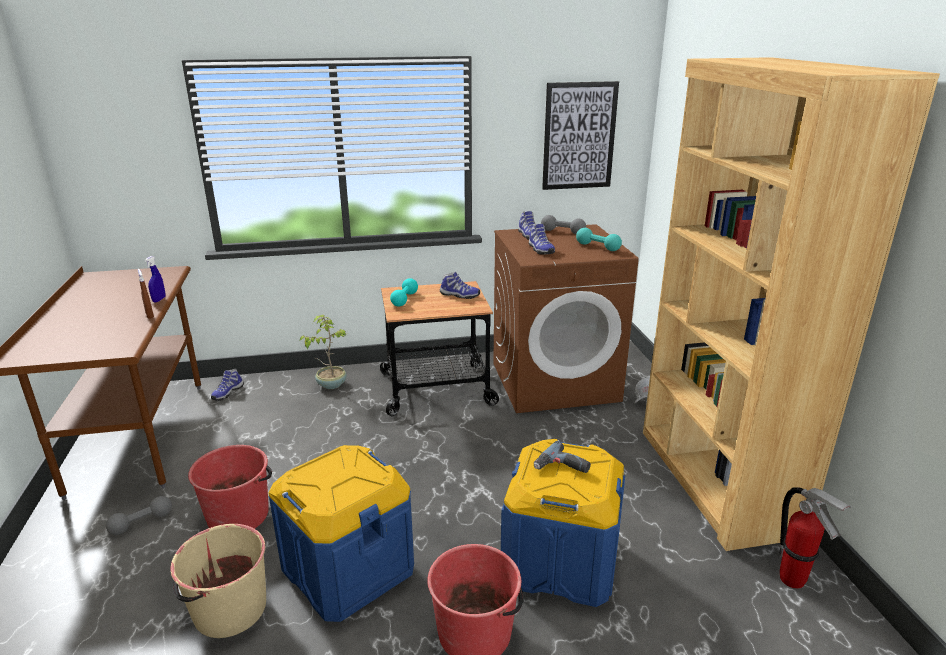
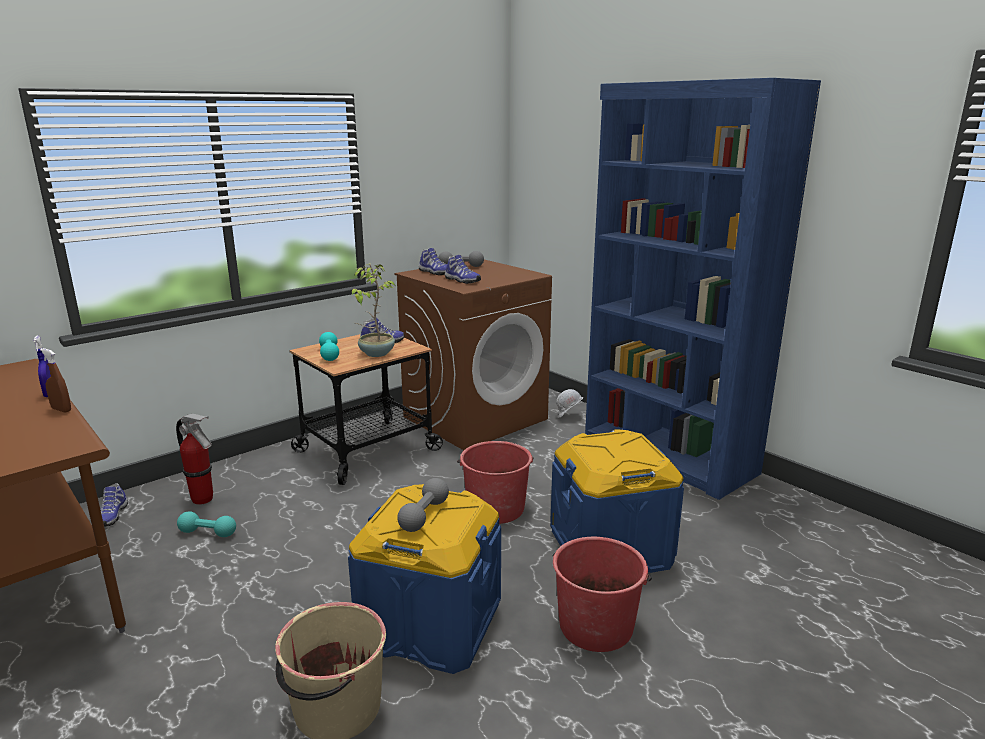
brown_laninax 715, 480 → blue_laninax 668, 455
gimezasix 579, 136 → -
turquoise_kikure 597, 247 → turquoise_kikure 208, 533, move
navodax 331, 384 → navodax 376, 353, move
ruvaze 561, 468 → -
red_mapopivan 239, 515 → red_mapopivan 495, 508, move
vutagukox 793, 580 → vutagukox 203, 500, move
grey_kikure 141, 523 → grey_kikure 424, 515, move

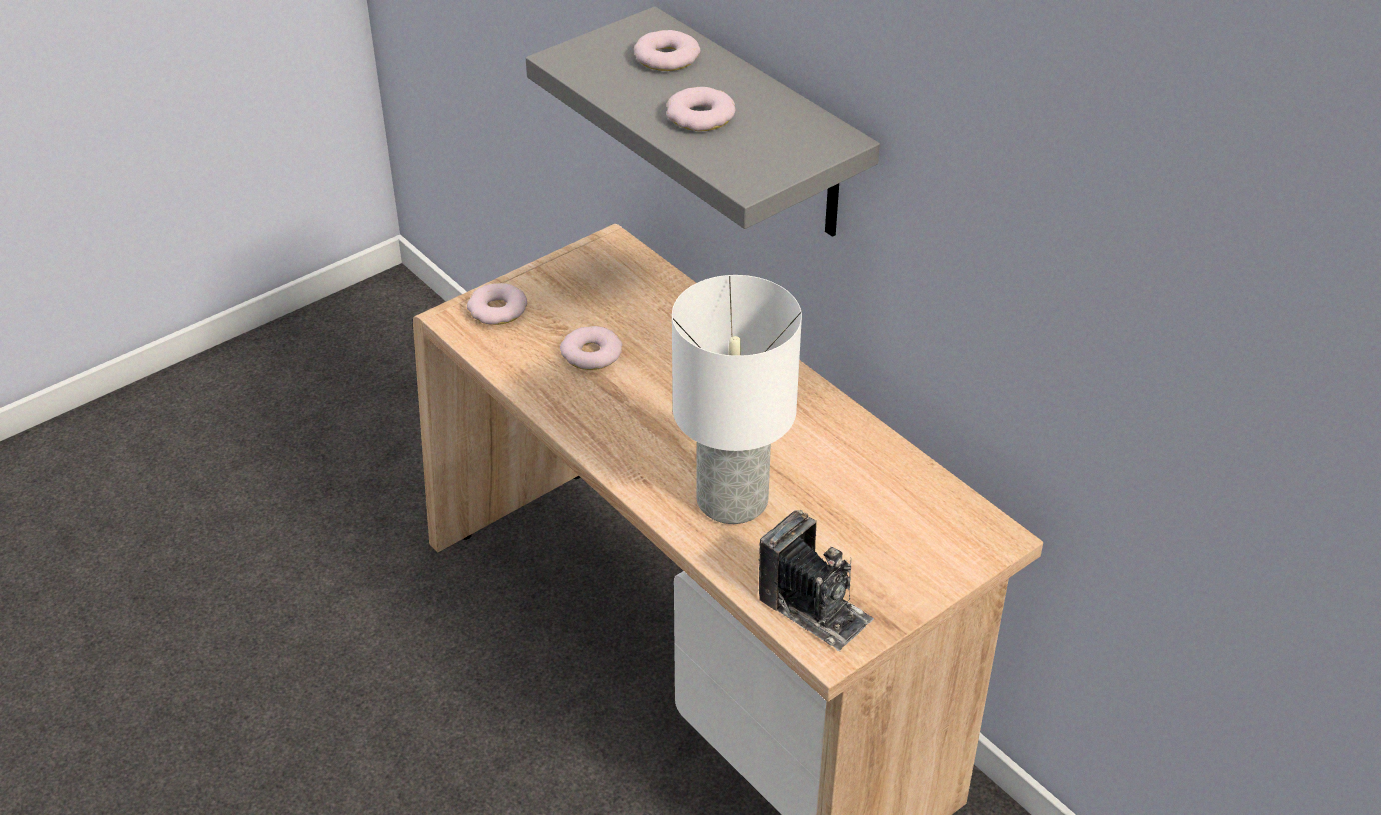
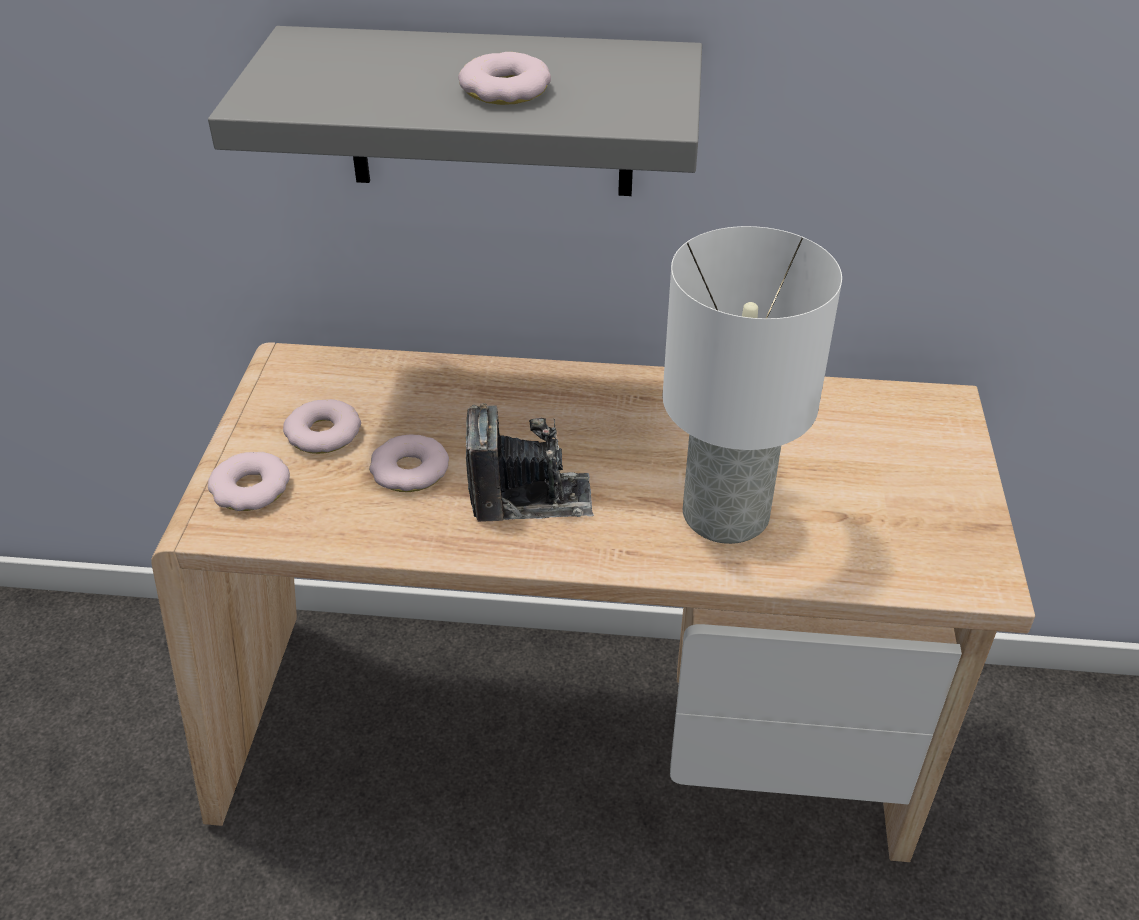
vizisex 666, 58 → vizisex 323, 433, move
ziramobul 814, 608 → ziramobul 531, 497, move

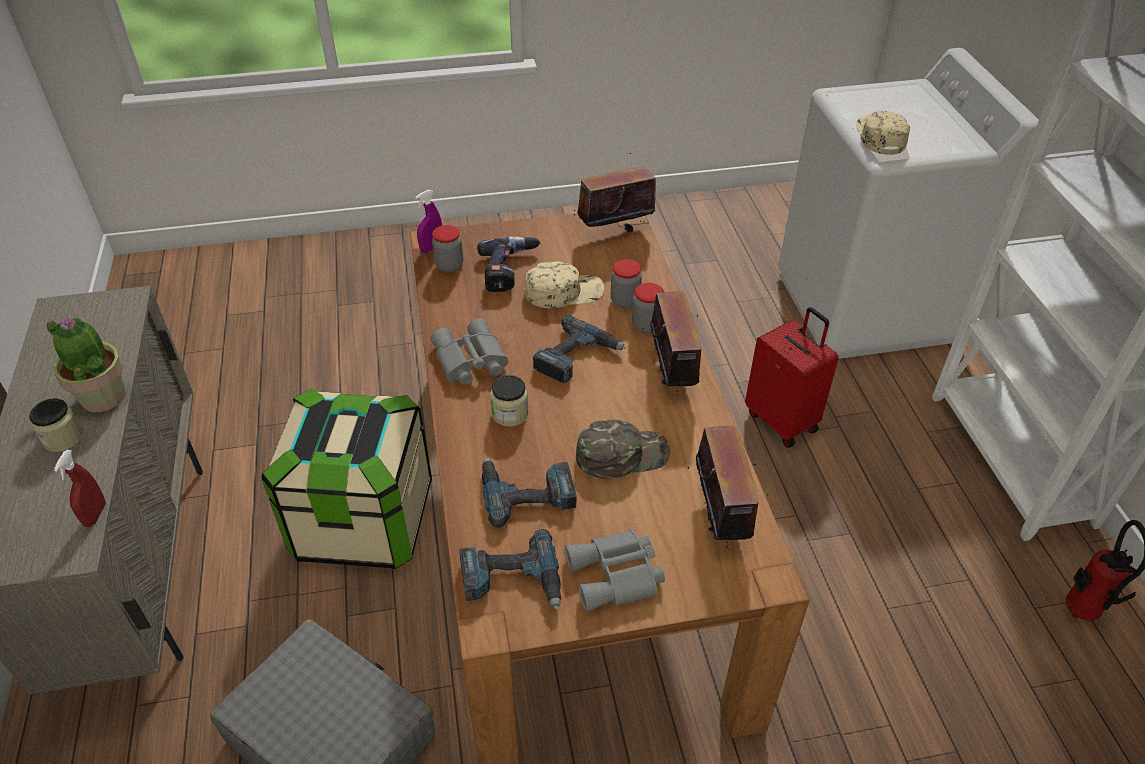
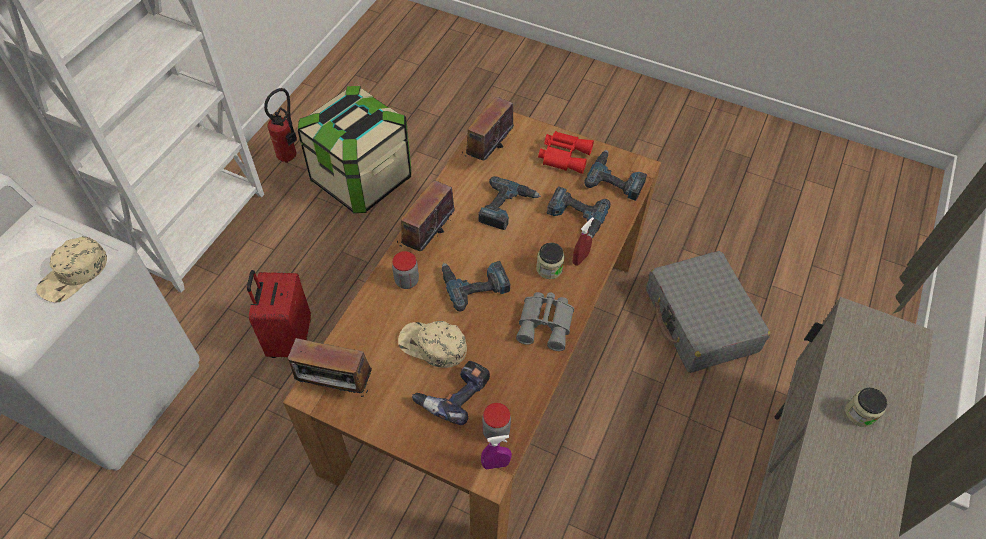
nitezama 625, 301 → -
navodax 103, 396 → -
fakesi 363, 520 → fakesi 362, 179, move
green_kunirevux 622, 454 → ruvaze 506, 208
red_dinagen 95, 515 → red_dinagen 580, 258, move
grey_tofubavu 617, 576 → red_tofubavu 564, 155

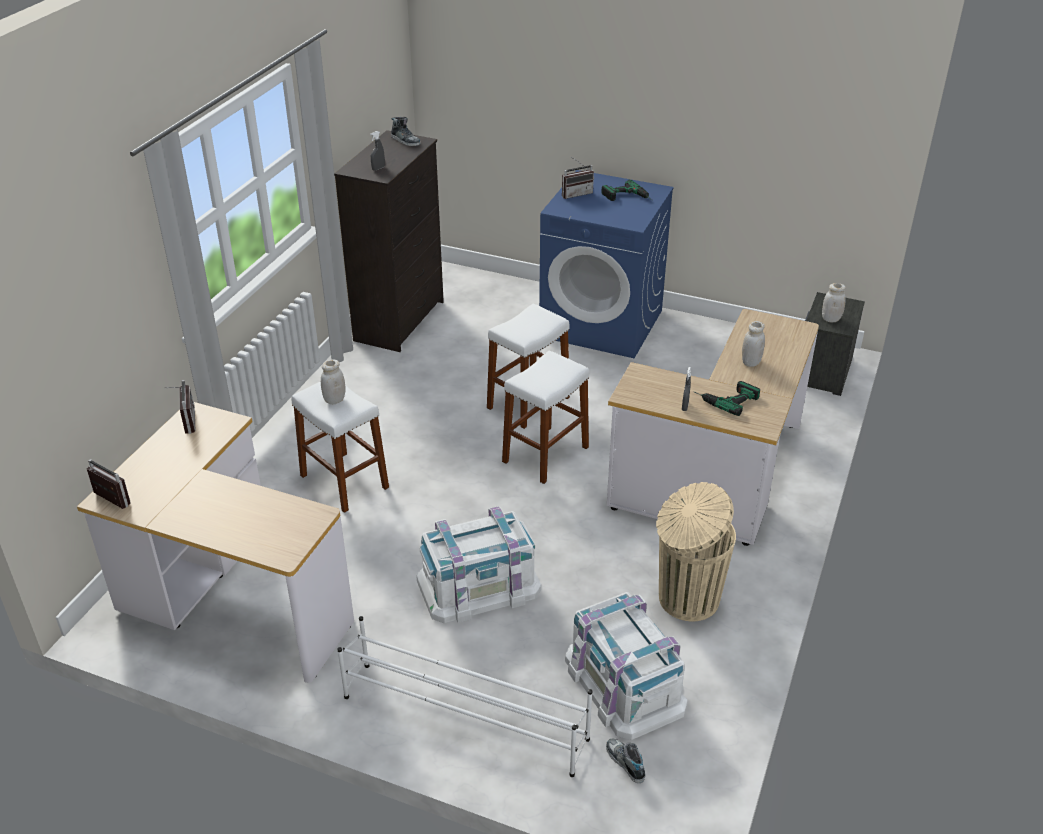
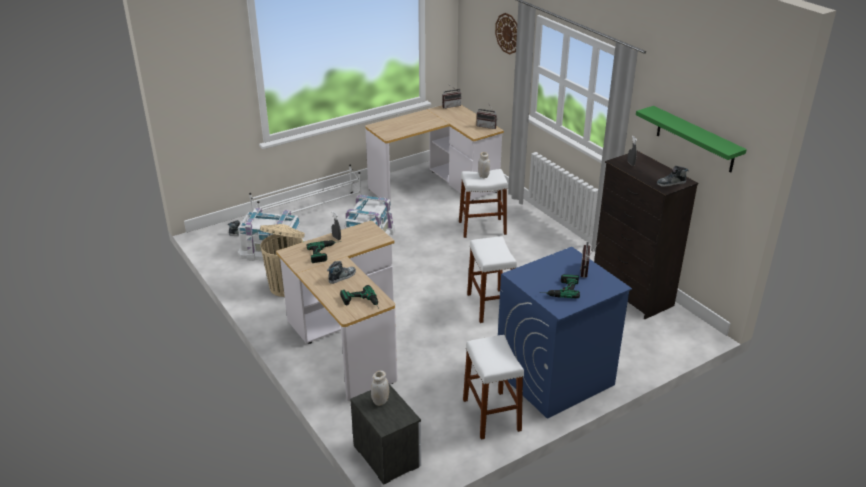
white_nitezama 750, 362 → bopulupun 342, 277
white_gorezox 545, 454 → white_gorezox 491, 415, move
- → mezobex 508, 33
- → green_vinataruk 695, 139
- → ruvaze 361, 303

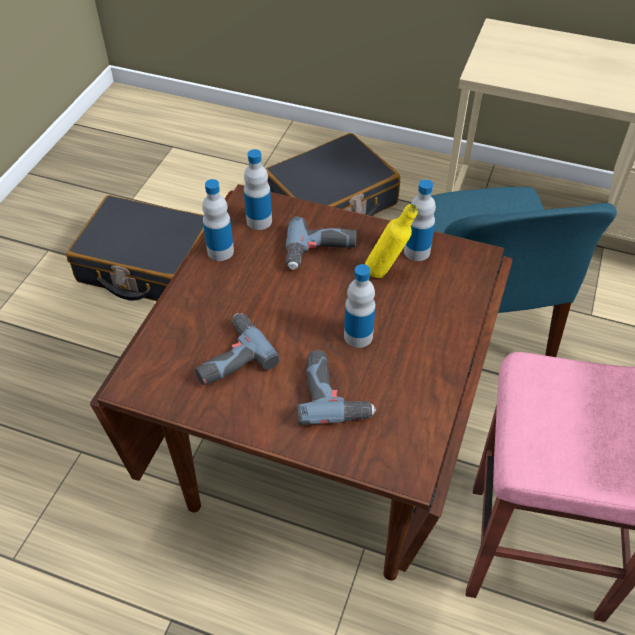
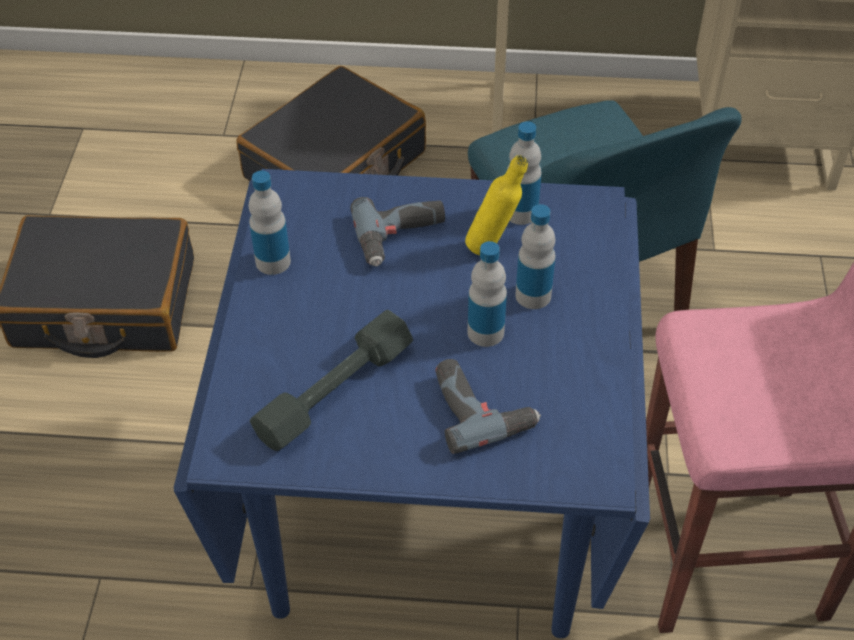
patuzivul 259, 221 → patuzivul 533, 295, move
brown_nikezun 318, 468 → blue_nikezun 428, 522
ruvaze 229, 356 → grey_kikure 335, 391

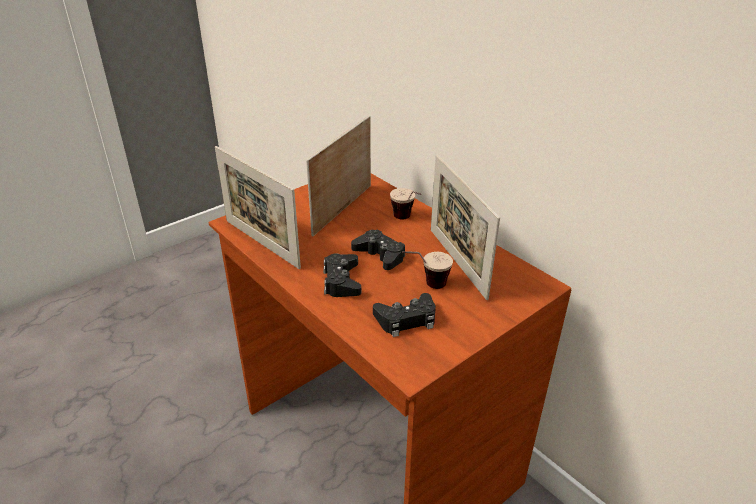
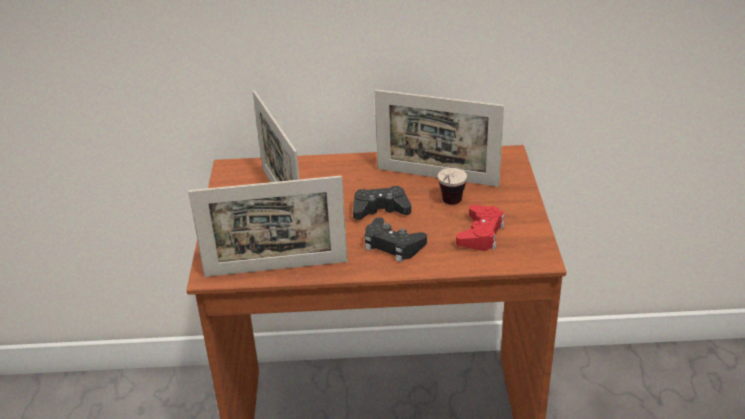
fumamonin 407, 220 → -
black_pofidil 406, 320 → red_pofidil 480, 234

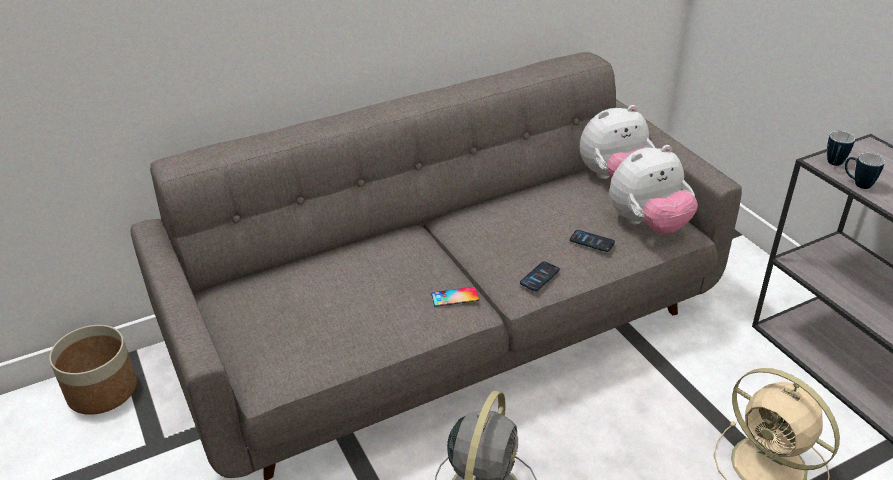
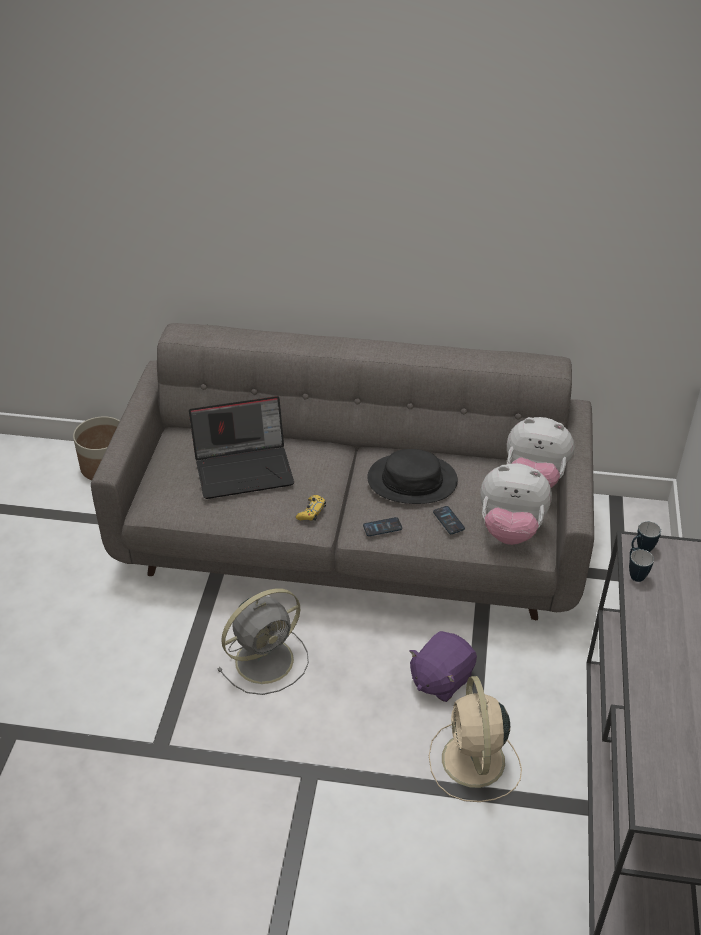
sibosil 455, 297 → yellow_pofidil 311, 512
- → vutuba 245, 468
- → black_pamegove 412, 480
- → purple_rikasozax 440, 679

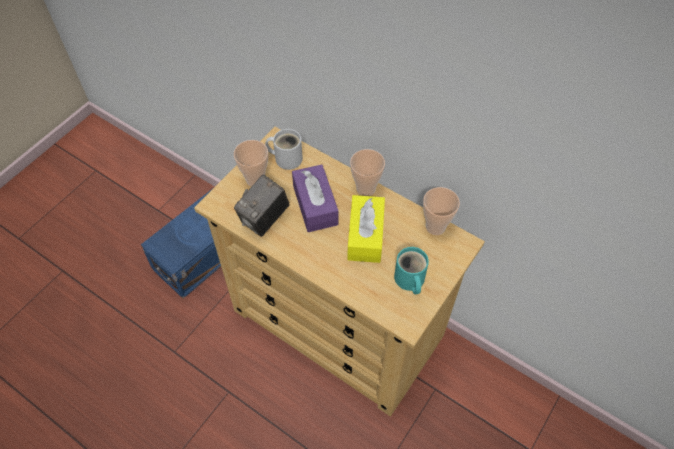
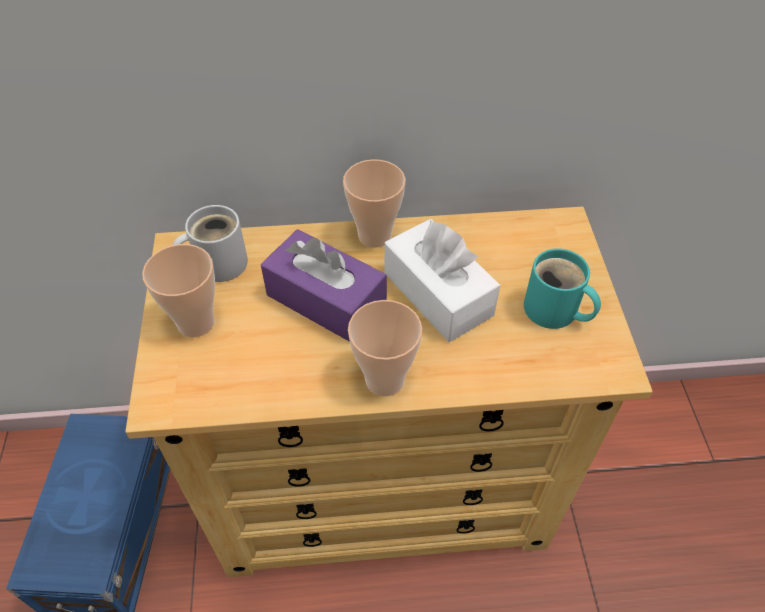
ziramobul 264, 219 → -
fumamonin 435, 227 → fumamonin 384, 380, move
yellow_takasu 365, 235 → white_takasu 438, 294

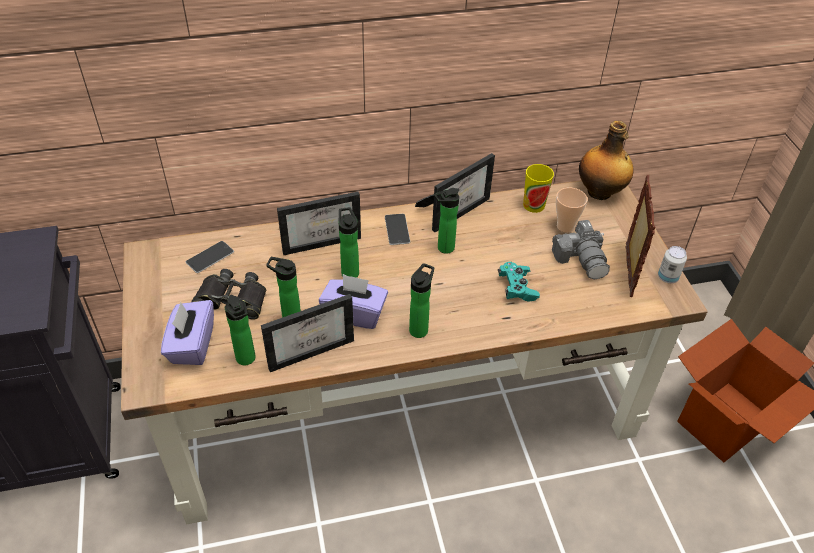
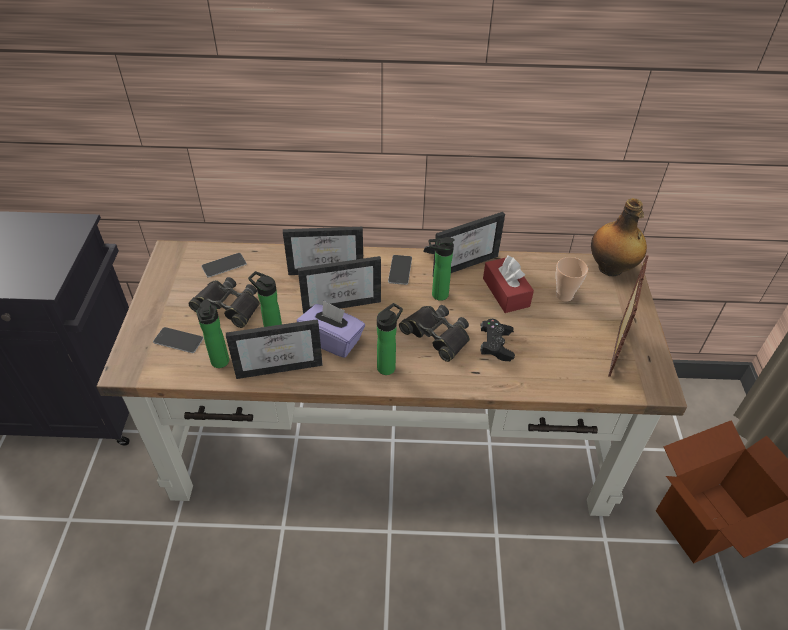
fumamonin 534, 205 → -
patuzivul 349, 271 → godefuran 342, 300
ziramobul 582, 259 → -
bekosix 667, 277 → -
turquoise_pofidil 517, 288 → black_pofidil 496, 345
purple_takasu 192, 345 → sibosil 178, 340
- → red_takasu 506, 292
- → black_tofubavu 436, 335

